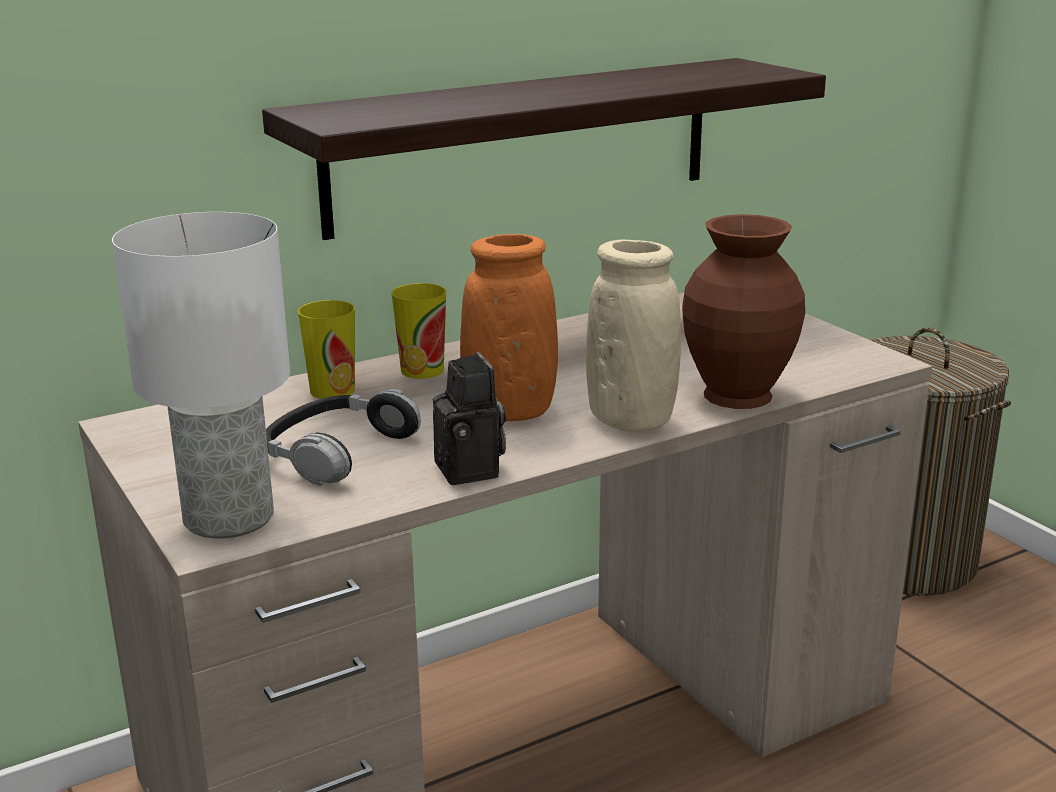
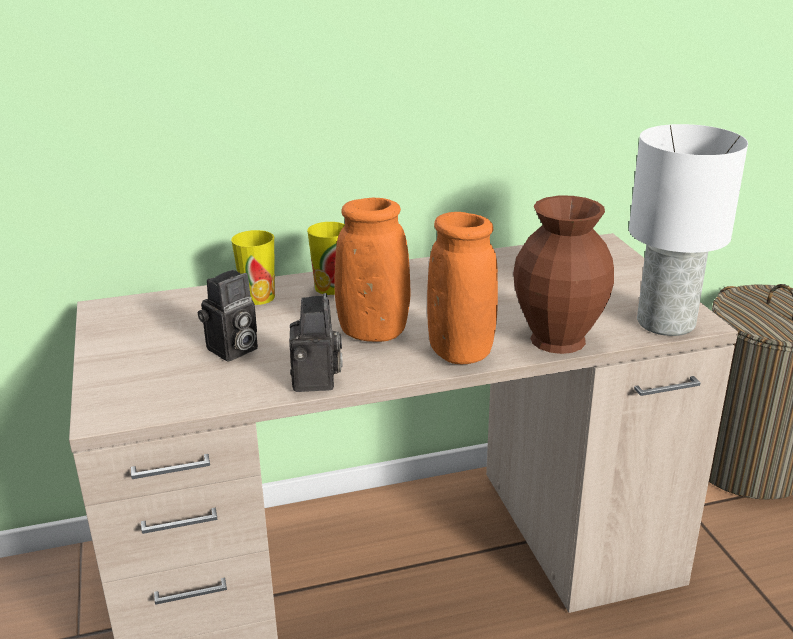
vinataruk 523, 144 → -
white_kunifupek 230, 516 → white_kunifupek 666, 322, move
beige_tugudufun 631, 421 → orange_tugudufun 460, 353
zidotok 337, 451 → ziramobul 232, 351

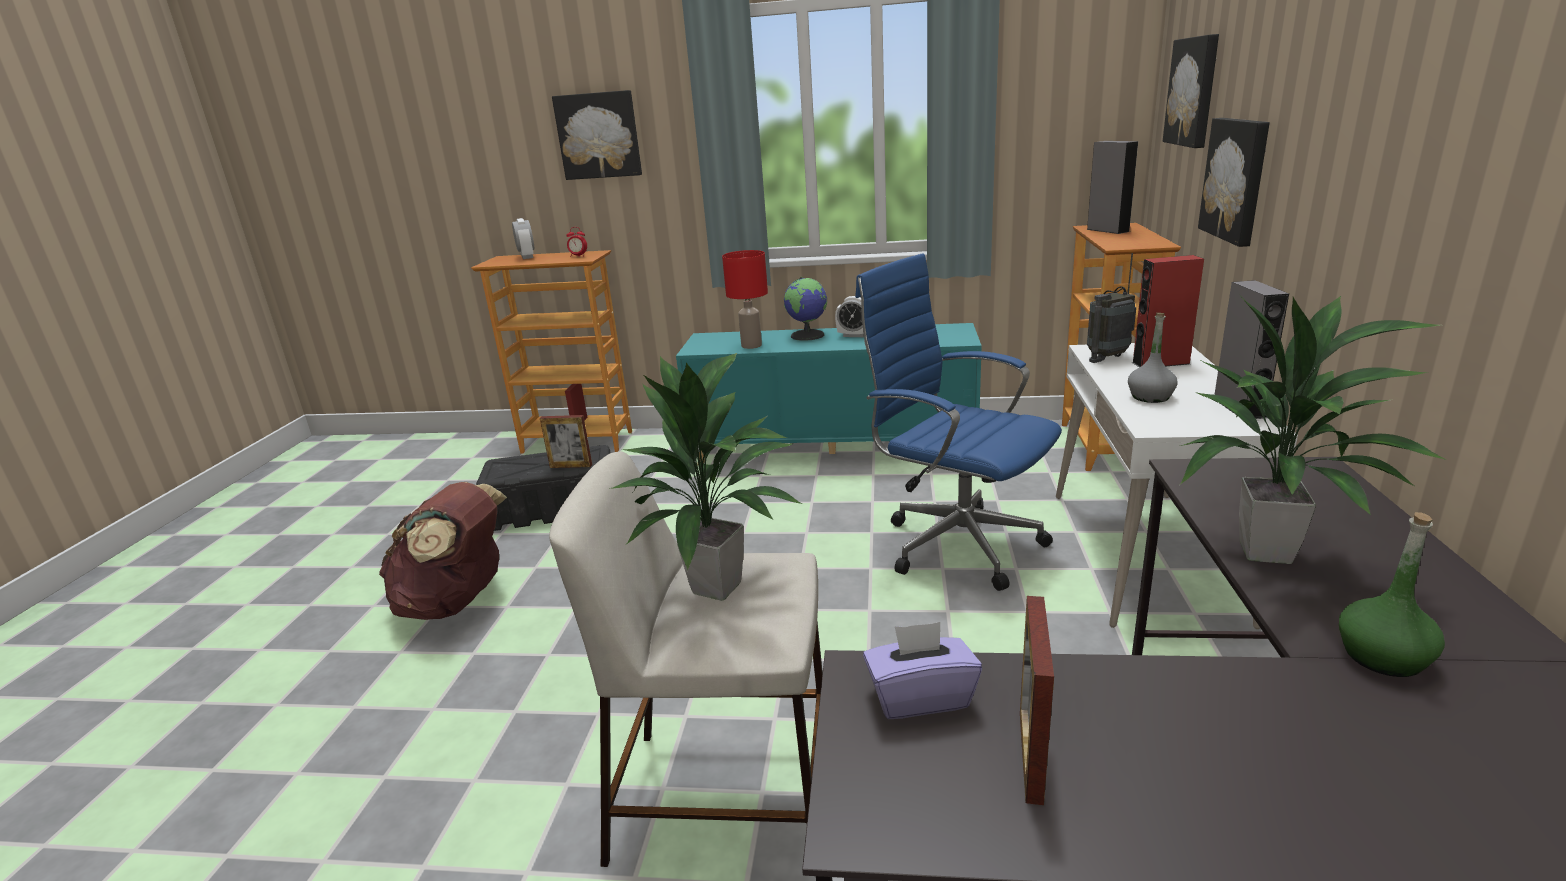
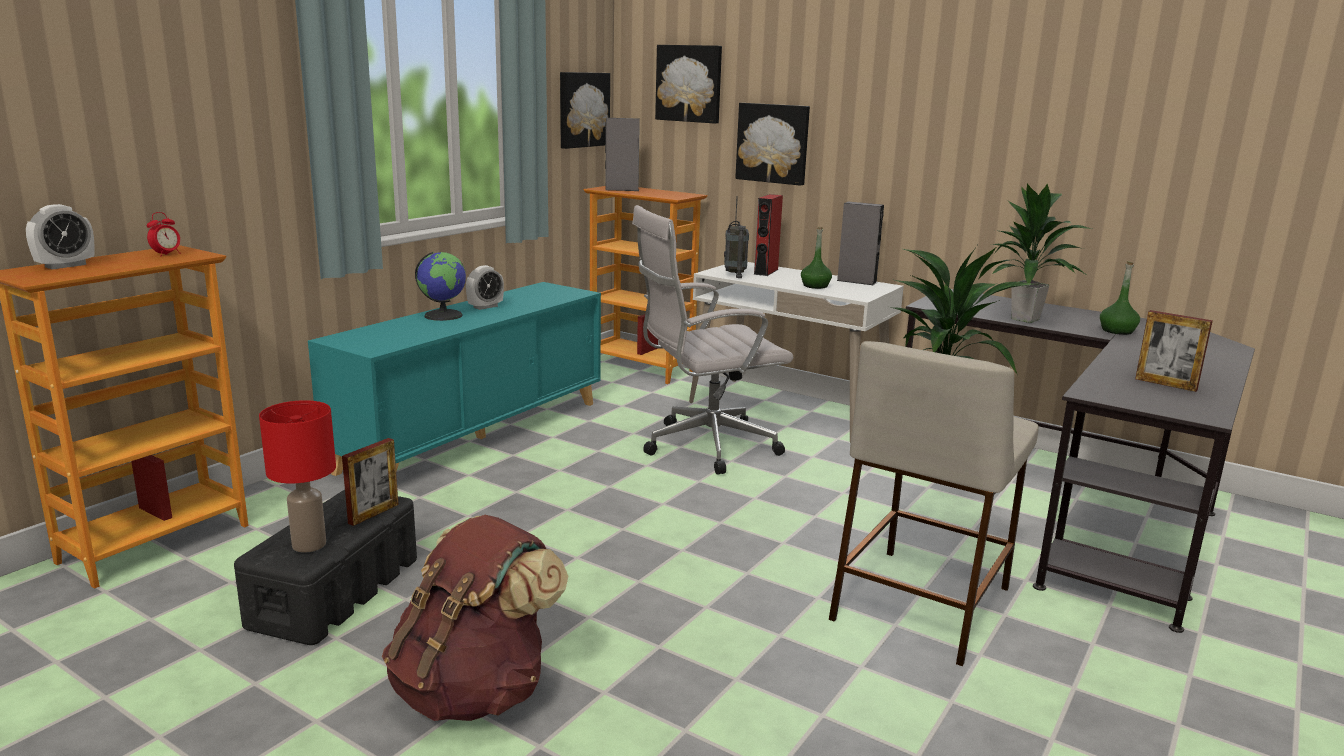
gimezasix 599, 135 → gimezasix 582, 109, move
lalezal 527, 257 → lalezal 65, 265, 120 degrees clockwise
red_kunifupek 752, 345 → red_kunifupek 309, 544, move
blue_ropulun 955, 543 → white_ropulun 704, 447
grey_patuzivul 1150, 397 → green_patuzivul 815, 286
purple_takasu 920, 697 → -

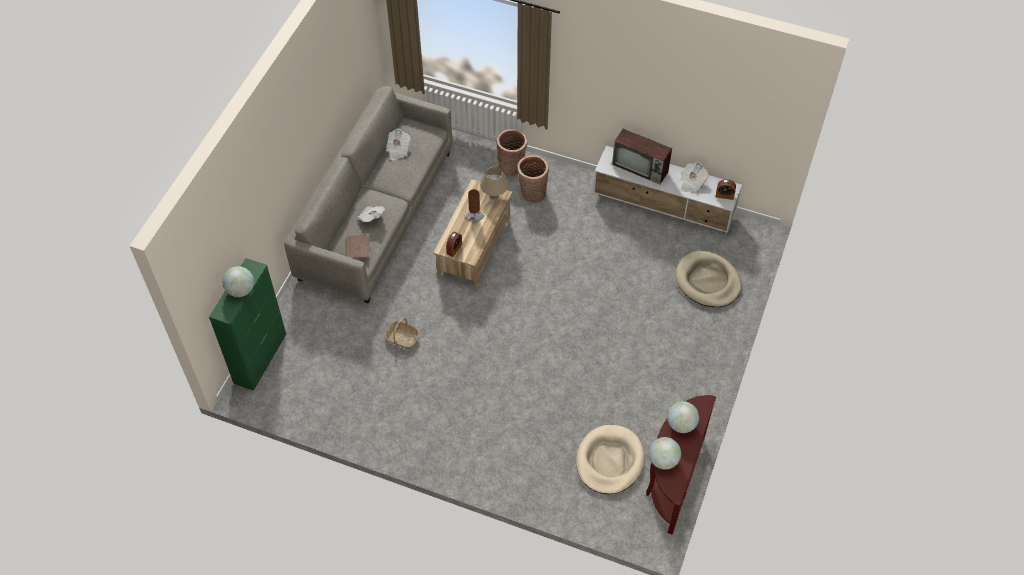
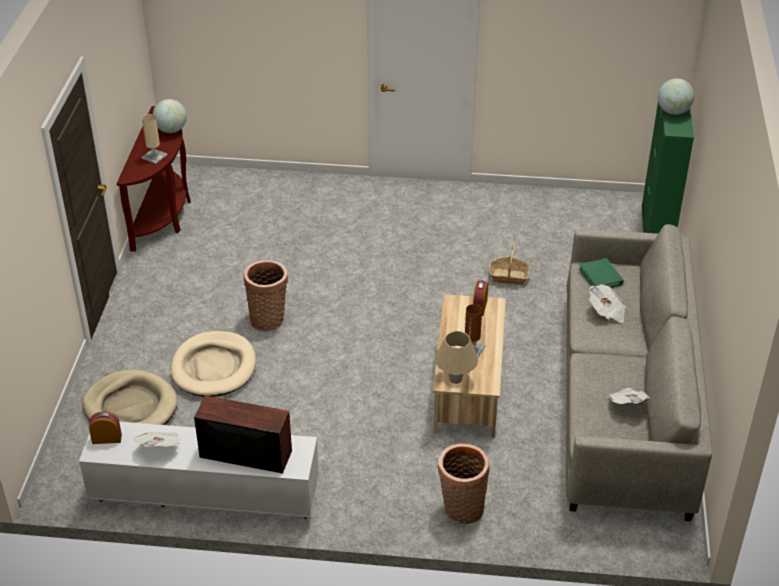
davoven 532, 194 → davoven 269, 319, move
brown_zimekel 357, 249 → green_zimekel 601, 276
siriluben 681, 424 → beige_kunifupek 154, 156
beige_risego 609, 461 → beige_risego 214, 367, move

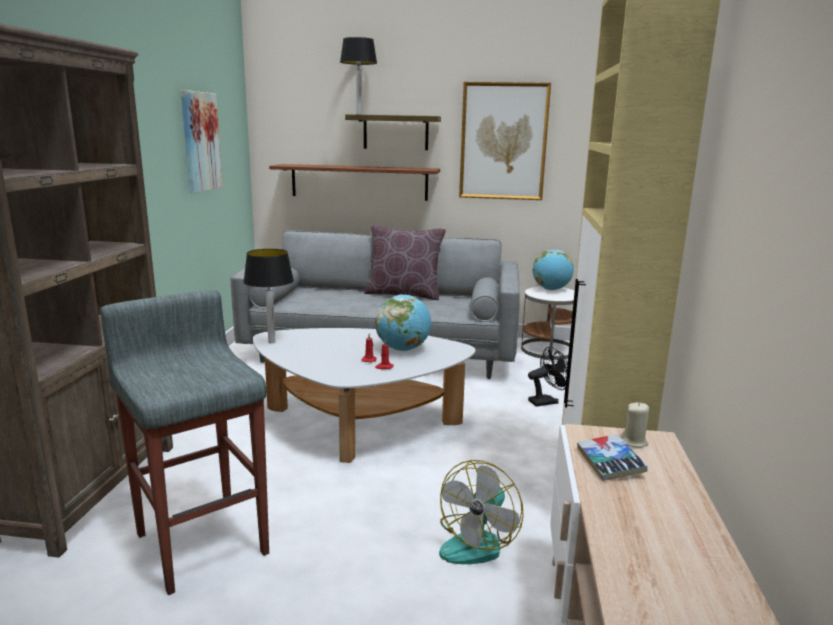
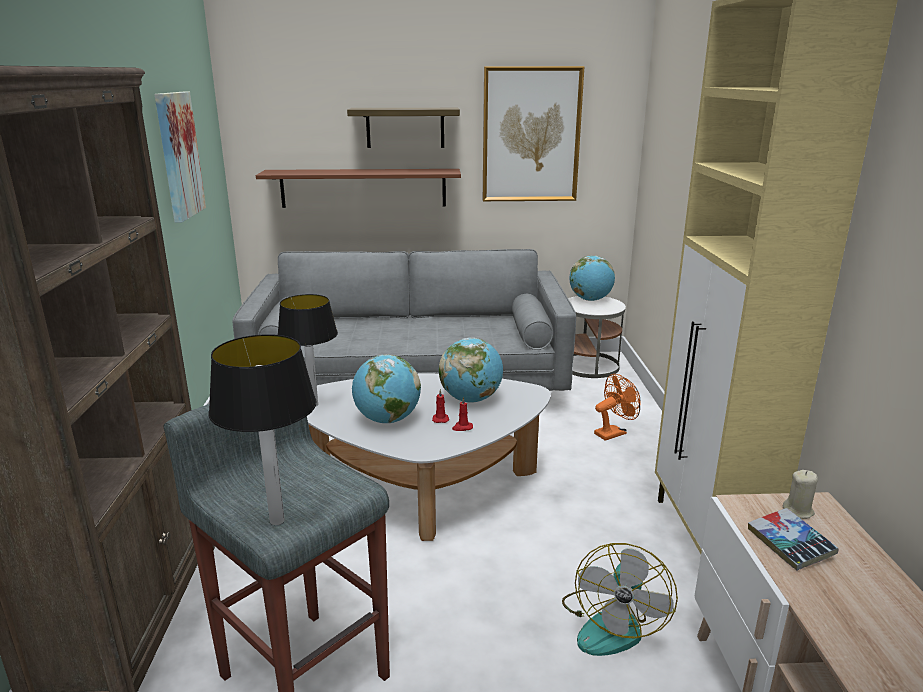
kunifupek 359, 114 → kunifupek 277, 520, move
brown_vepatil 404, 294 → -
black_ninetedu 547, 401 → orange_ninetedu 613, 432
- → siriluben 387, 420

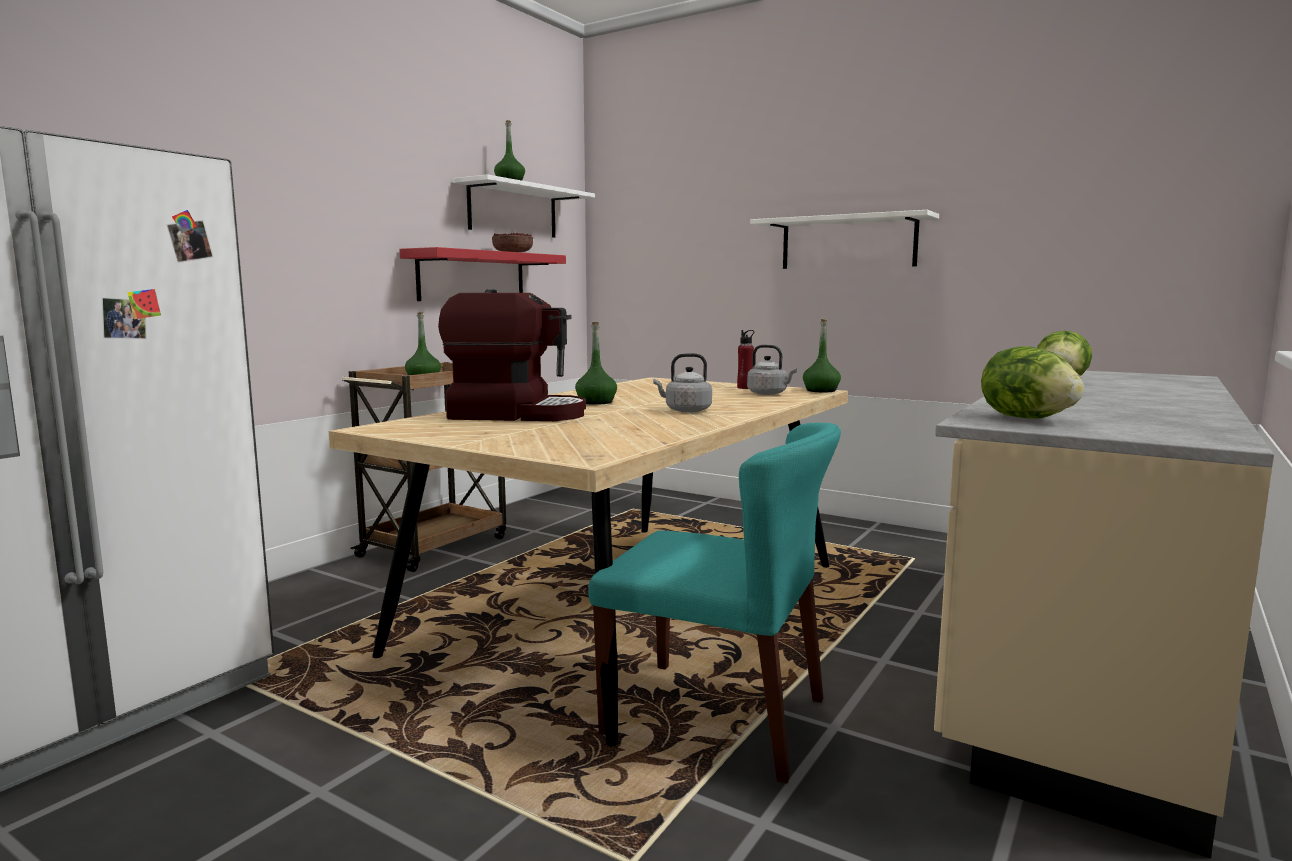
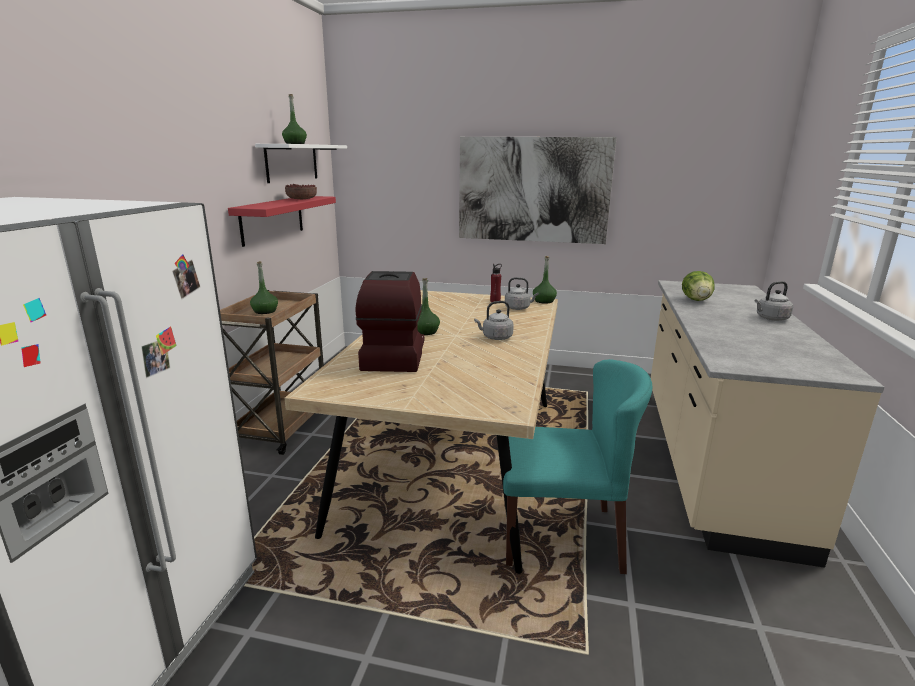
white_vinataruk 848, 243 → gimezasix 533, 190
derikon 517, 414 → derikon 393, 355, 75 degrees counterclockwise
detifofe 1027, 418 → -
- → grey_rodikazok 770, 318

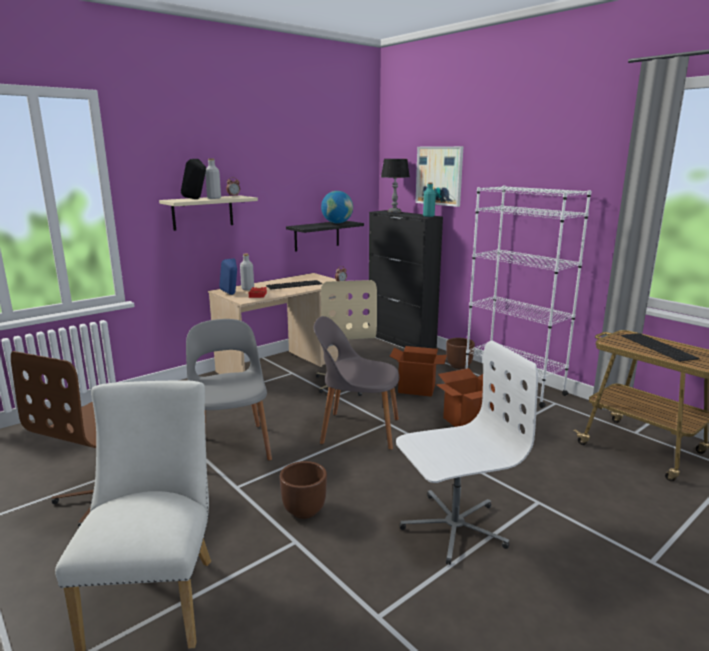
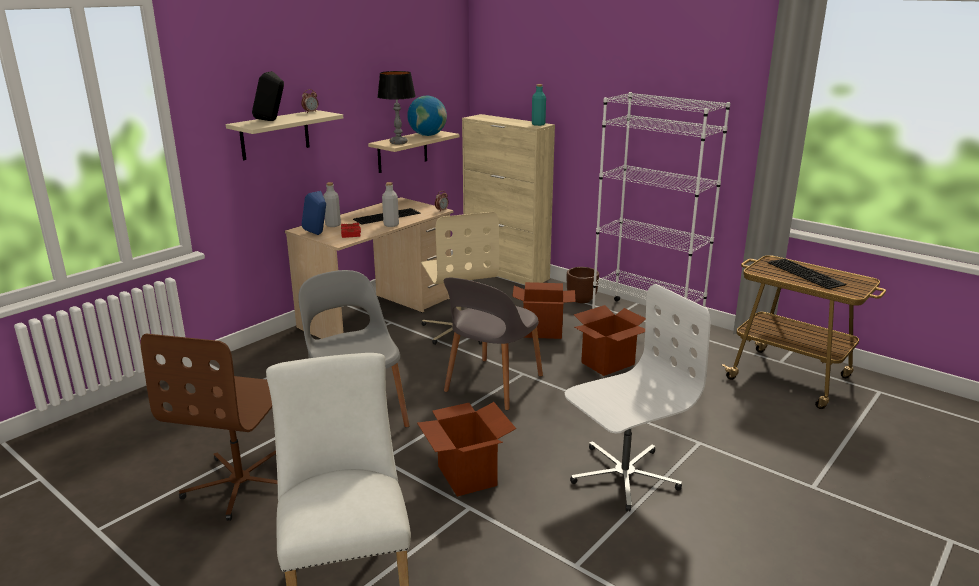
gimezasix 439, 175 → -
grey_patuzivul 214, 198 → grey_patuzivul 391, 225, move
kunifupek 394, 212 → kunifupek 398, 142, move
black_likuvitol 401, 341 → beige_likuvitol 506, 272
black_vinataruk 317, 235 → beige_vinataruk 402, 151
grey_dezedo 357, 430 → grey_dezedo 492, 385, 60 degrees counterclockwise
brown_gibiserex 304, 510 → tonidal 466, 475

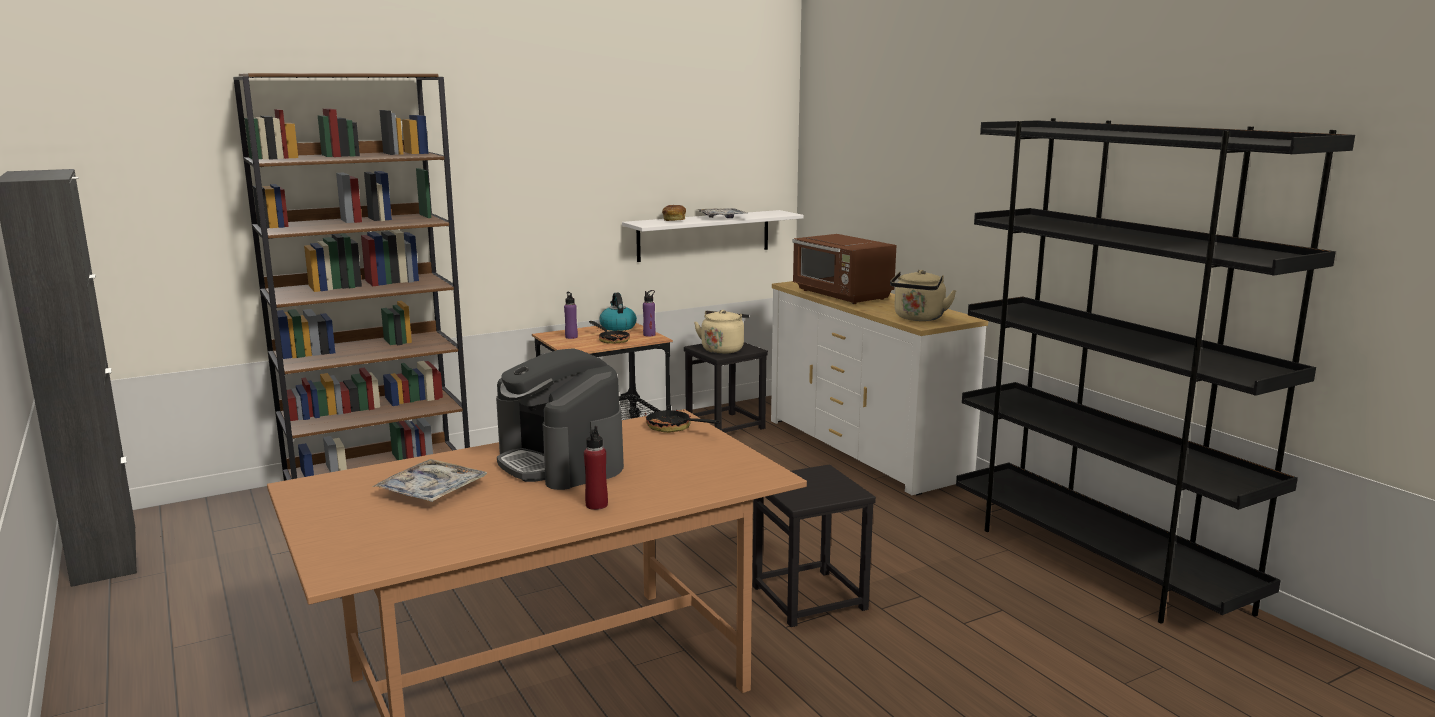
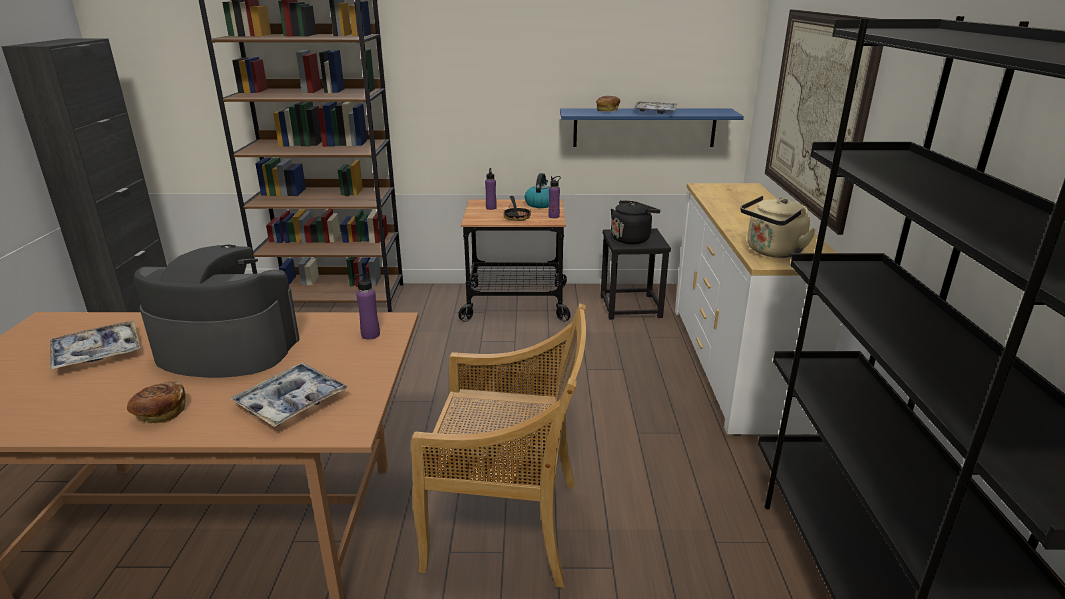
white_vinataruk 704, 235 → blue_vinataruk 644, 127
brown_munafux 842, 295 → -
beige_rodikazok 723, 349 → black_rodikazok 631, 238
derikon 561, 462 → derikon 227, 349, 105 degrees clockwise
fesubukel 674, 428 → purple_patuzivul 370, 335
red_patuzivul 596, 505 → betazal 160, 413
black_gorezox 810, 597 → beige_dezedo 506, 525
- → gimezasix 816, 112
- → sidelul 291, 402

